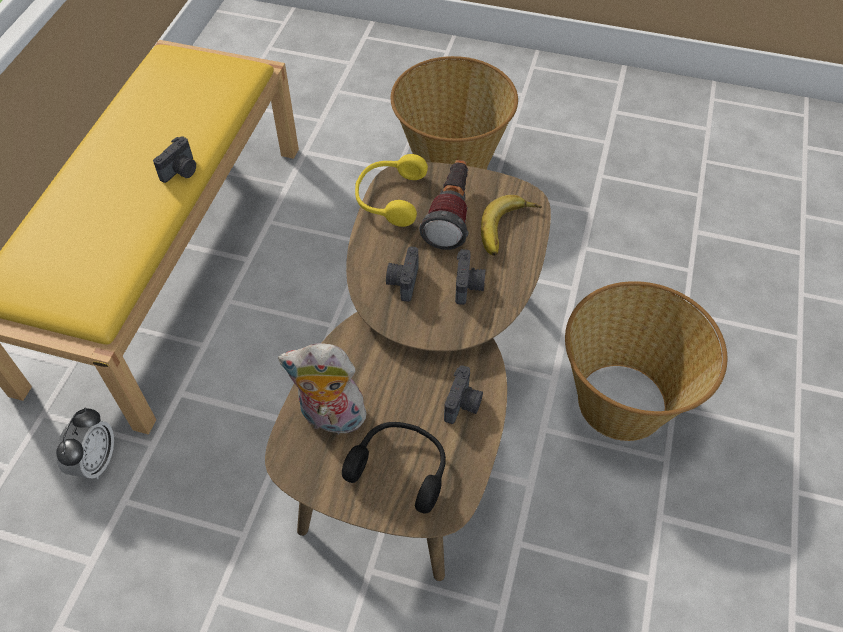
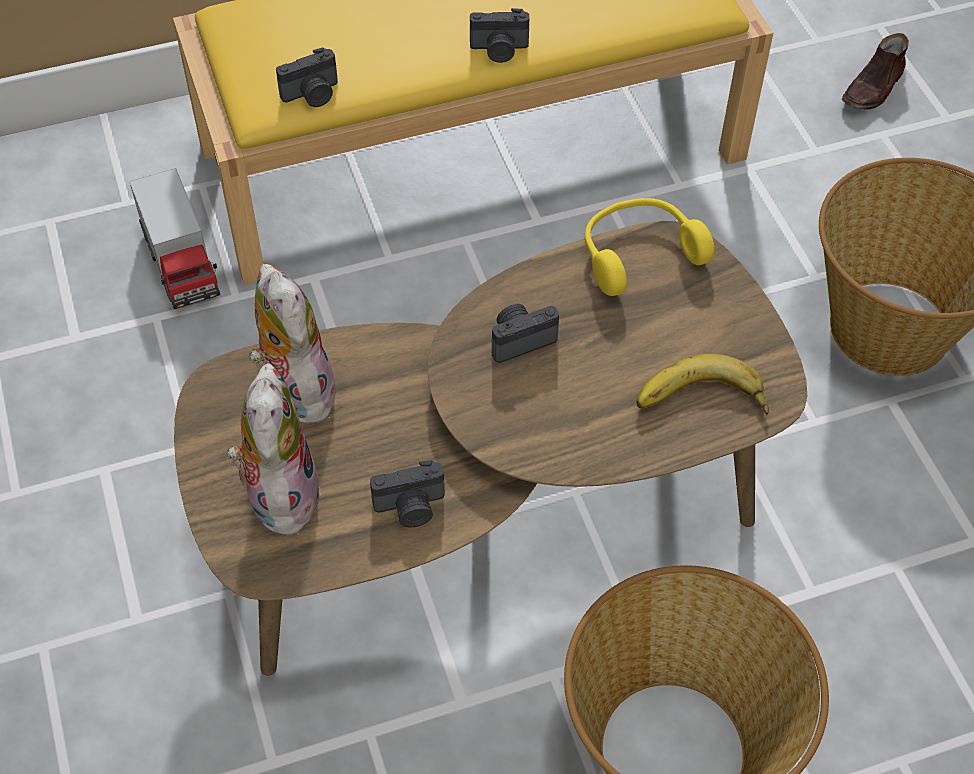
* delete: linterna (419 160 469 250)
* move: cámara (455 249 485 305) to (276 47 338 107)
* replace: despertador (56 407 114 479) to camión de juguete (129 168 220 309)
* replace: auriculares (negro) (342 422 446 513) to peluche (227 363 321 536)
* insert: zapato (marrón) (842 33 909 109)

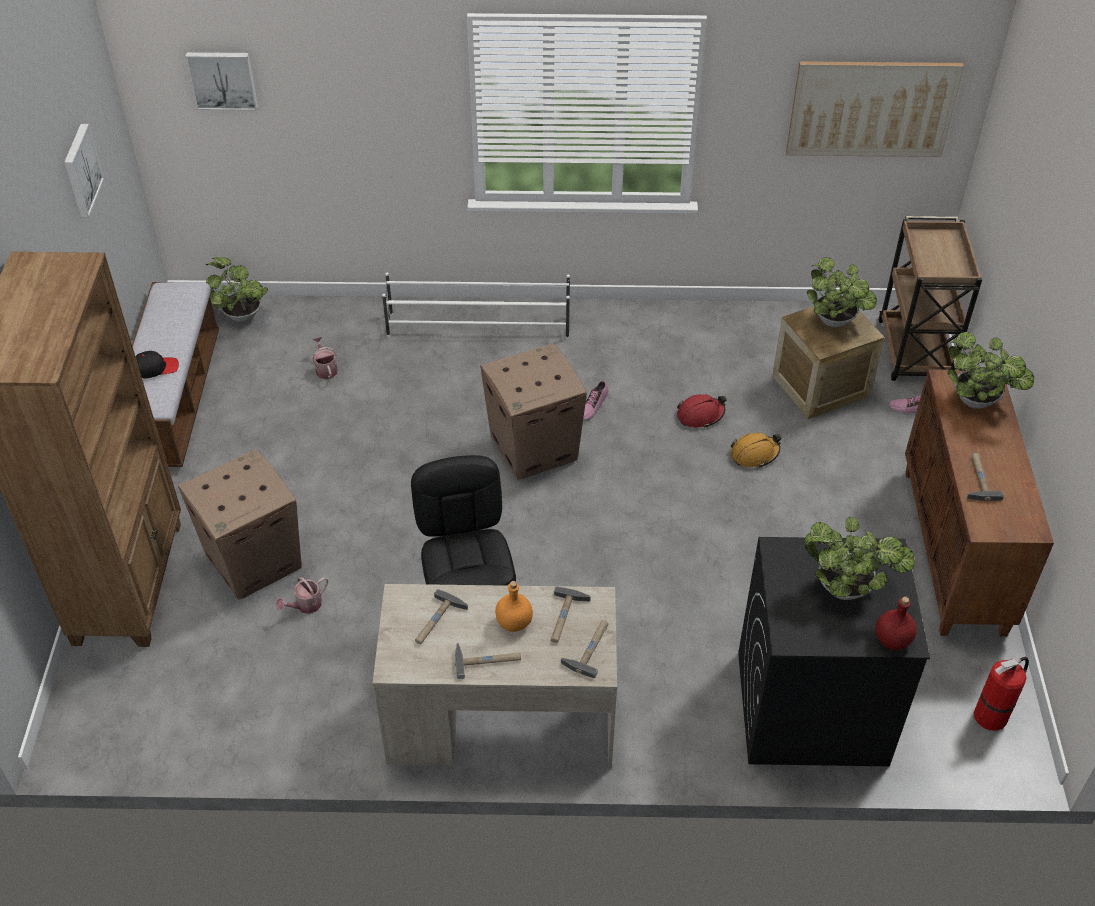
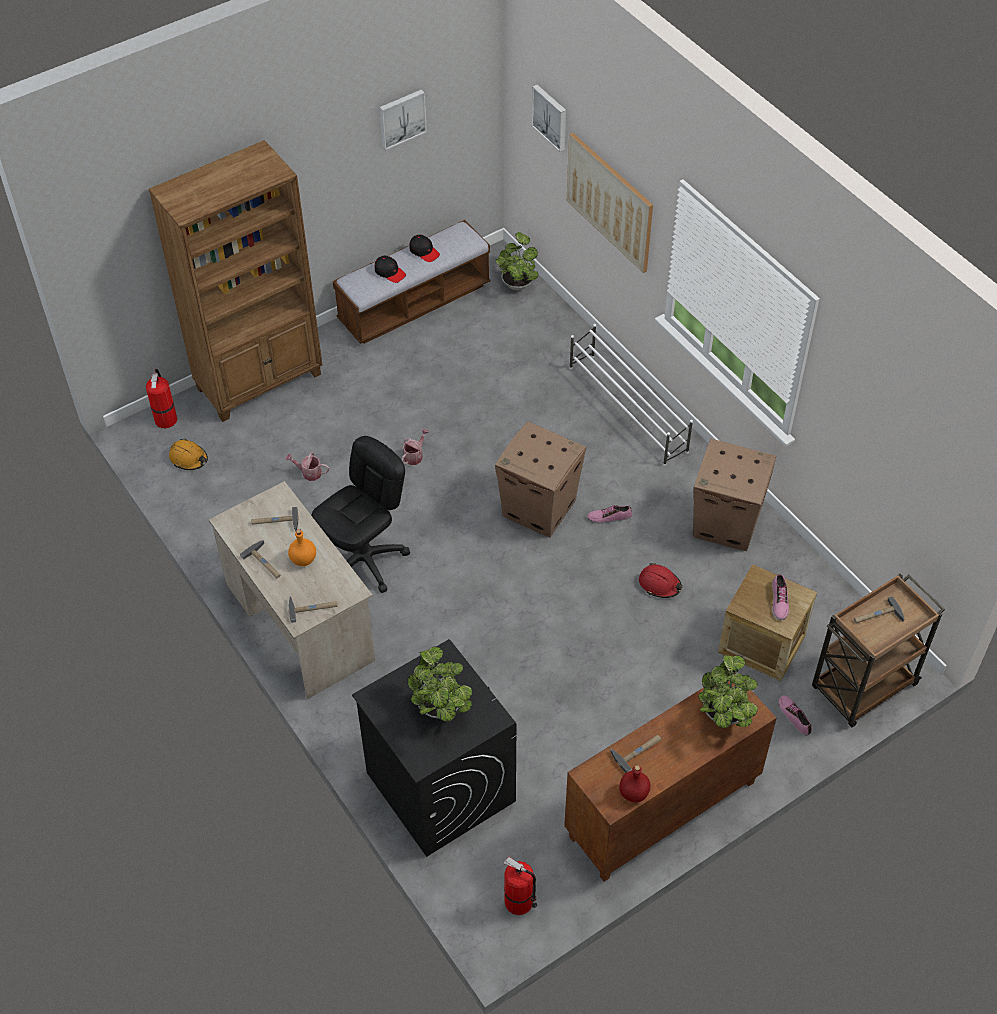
* move: cuadro (786 61 964 157) to (567 133 653 273)
* replace: planta en maceta (807 257 877 328) to zapato (772 574 789 620)
* move: regadera (312 337 338 379) to (401 429 429 465)
* move: casco (naranja) (730 433 781 468) to (169 438 208 470)
* move: caja de cartón (178 449 302 600) to (693 439 776 551)
* move: martillo (551 587 591 643) to (854 596 905 623)
* move: botella (rojo) (875 596 917 650) to (619 765 651 802)
* insert: gorra (negro) (409 235 440 262)
* insert: extintor (146 369 177 428)

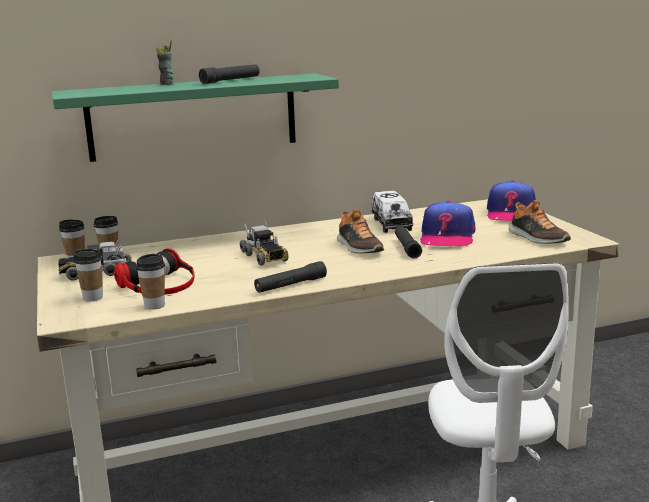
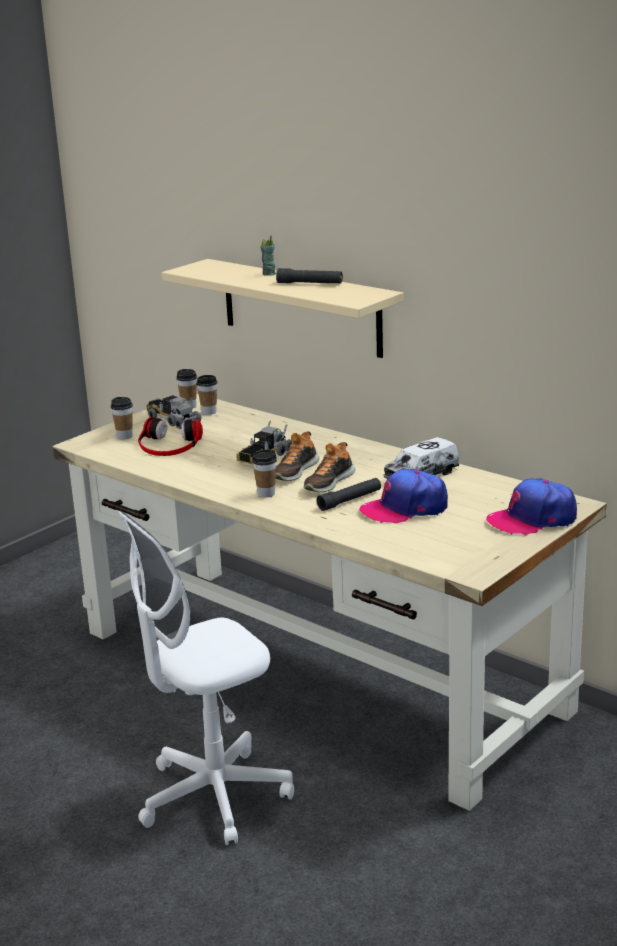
* recolor: estante (verde) (52 73 339 162) to estante (beis) (162 259 403 358)
* move: zapato (509 200 571 244) to (276 431 320 481)
* move: taza (136 254 165 310) to (252 449 277 498)
* delete: linterna (negro) (254 261 327 293)

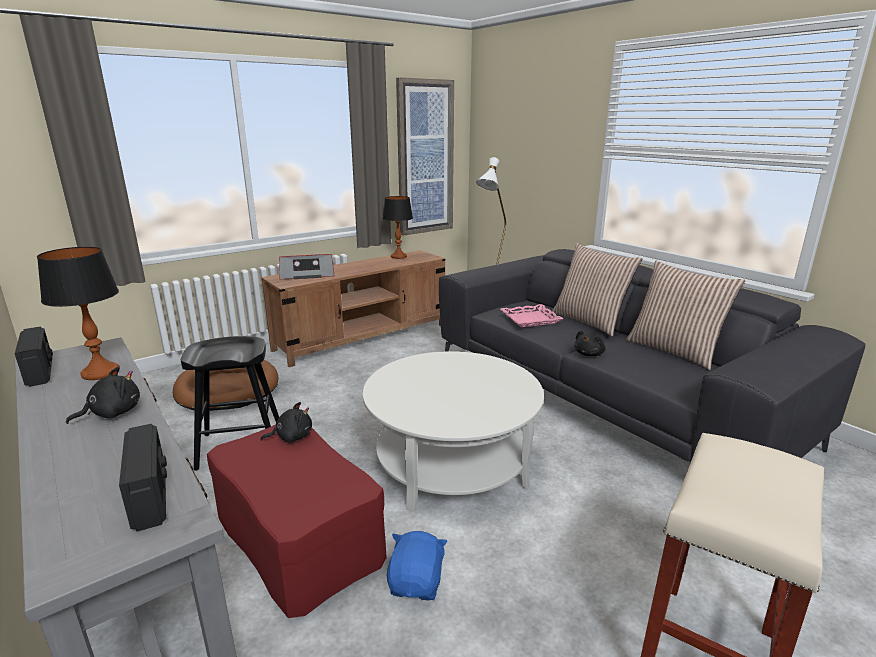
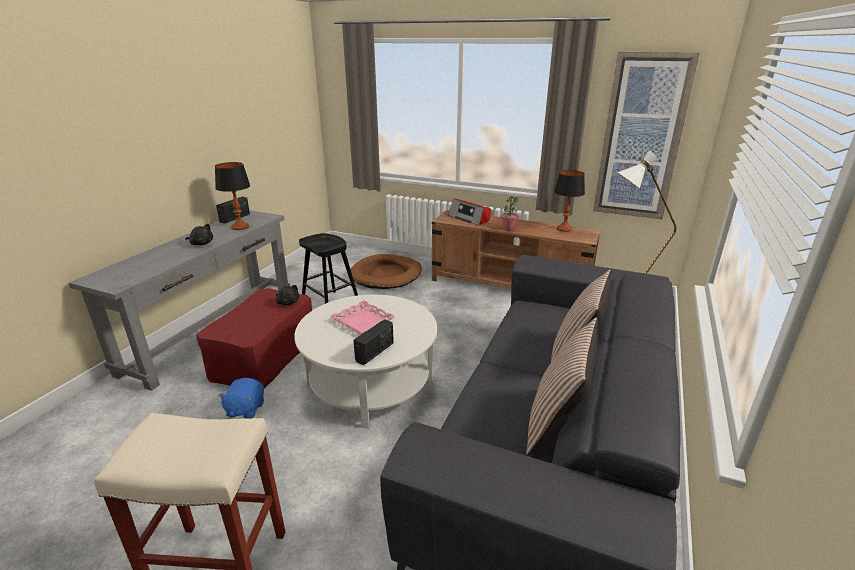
* move: bandeja (rosa) (501 304 563 328) to (330 300 395 334)
* delete: peluche (negro) (574 331 606 356)
* move: radio (119 424 167 531) to (353 320 394 365)
* rotate: peluche (azul) (387 531 448 601) = (218 378 264 419) 120 degrees clockwise
* insert: planta en maceta (501 196 519 231)

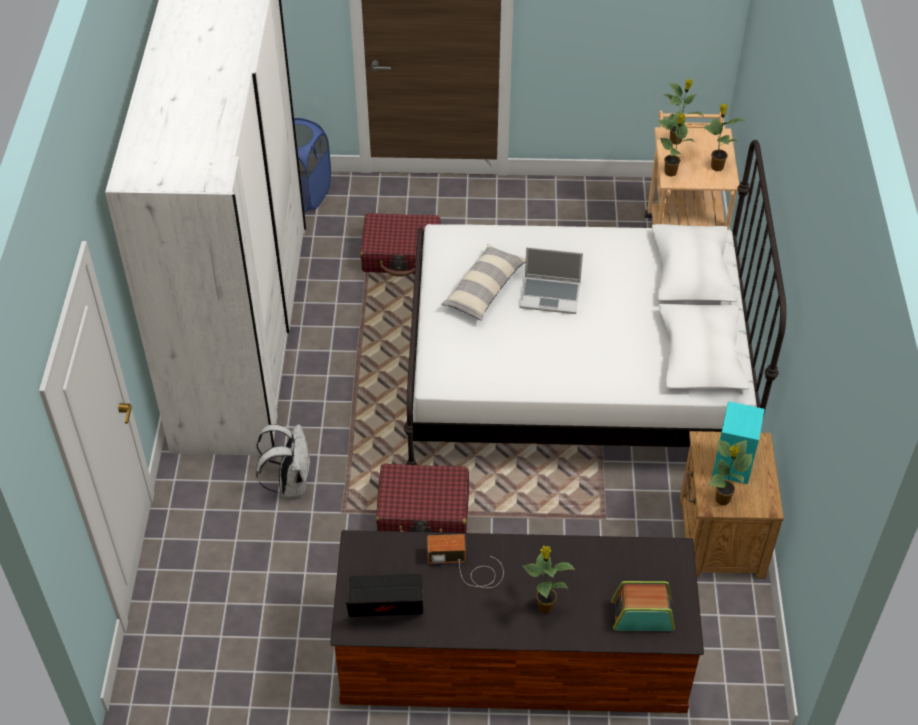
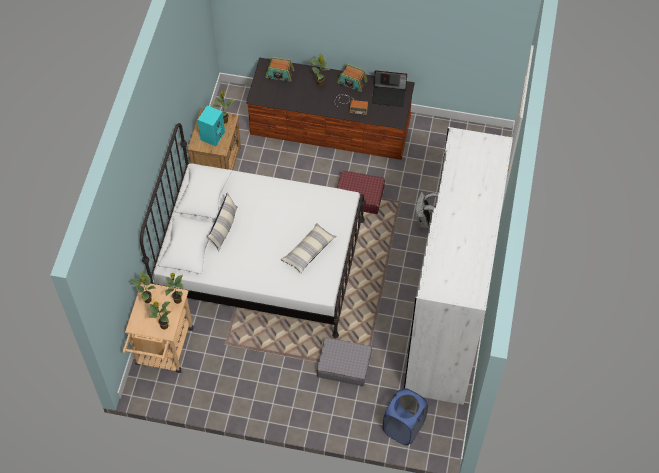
* recolor: maleta (rojo) (360 213 440 277) to maleta (gris) (317 338 372 386)
* delete: portátil (520 247 583 314)
* insert: radio (337 64 368 92)
* insert: cojín (208 192 237 252)

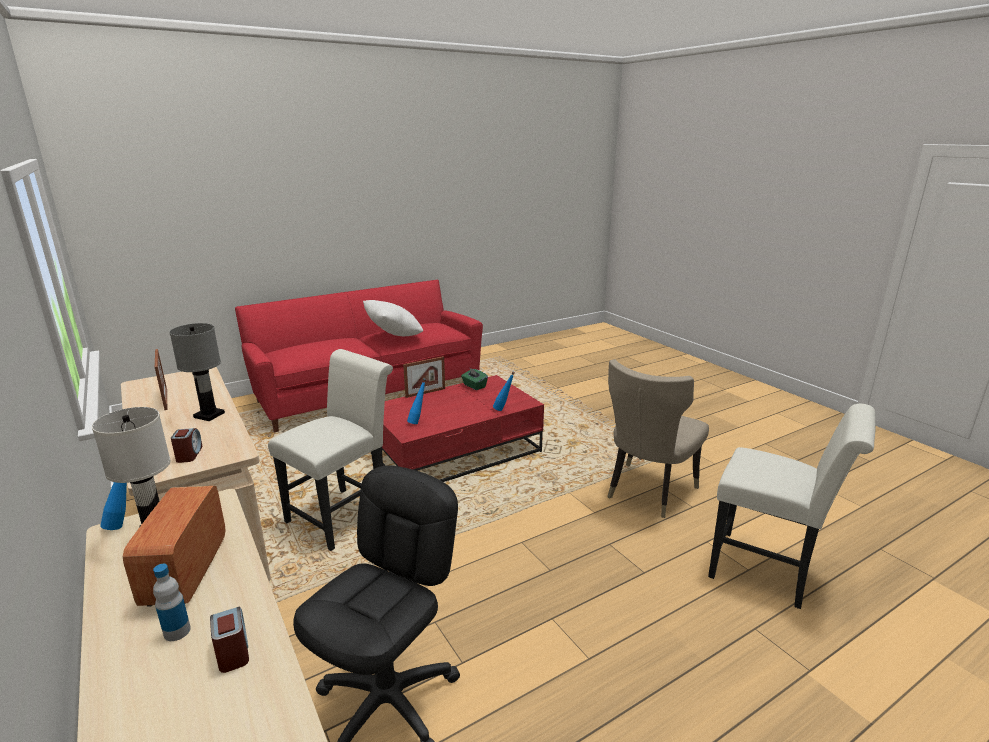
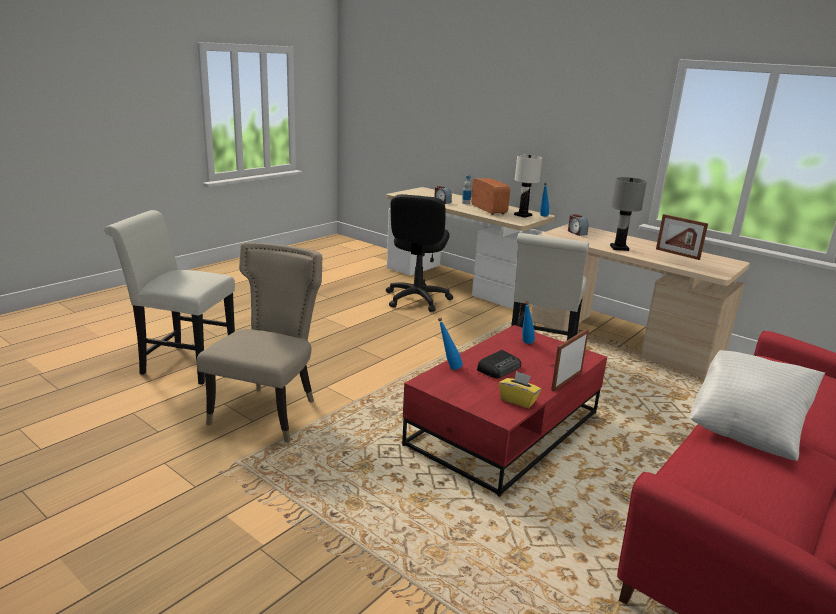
* recolor: caja de pañuelos (verde) (461 368 488 390) to caja de pañuelos (amarillo) (499 371 541 408)
* insert: radio (477 350 521 378)

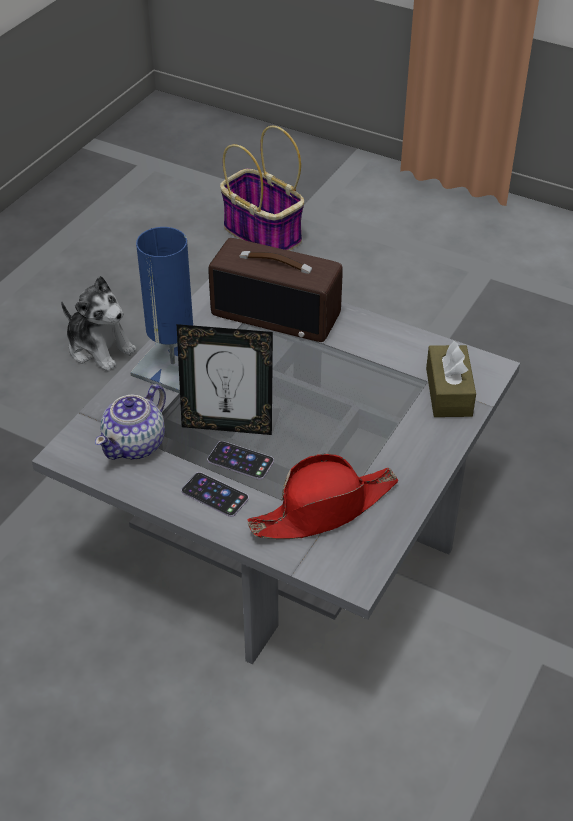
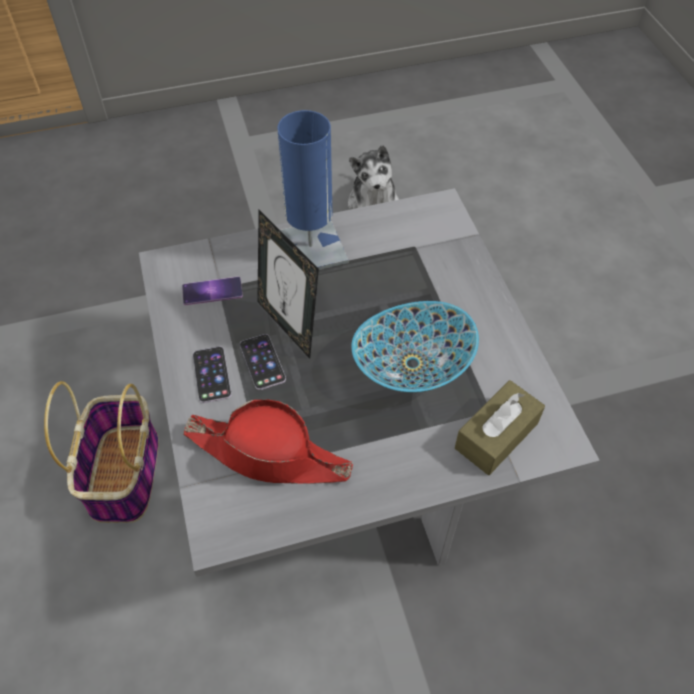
* move: cesta (220 126 304 251) to (44 381 159 523)
* delete: radio (208 238 343 342)
* replace: tetera (95 384 166 460) to móvil (182 277 243 305)
* insert: cuenco (351 301 479 393)

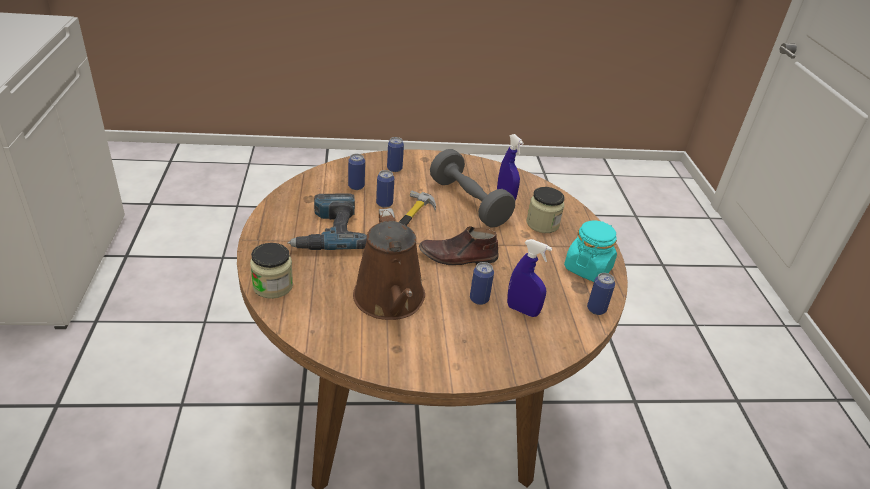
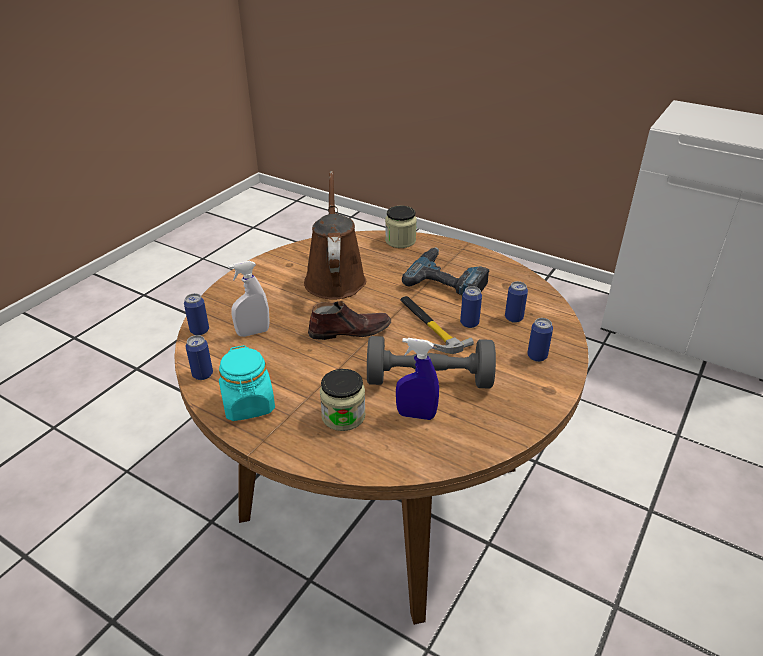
* rotate: regadera (marrón) (353 208 425 320) = (304 171 366 300) 60 degrees clockwise
* rotate: zapato (marrón) (419 226 499 265) = (308 301 391 340) 45 degrees clockwise
* recolor: pulverizador (azul) (507 239 552 317) to pulverizador (blanco) (229 261 270 337)
* move: lata (470 262 494 305) to (184 293 209 335)

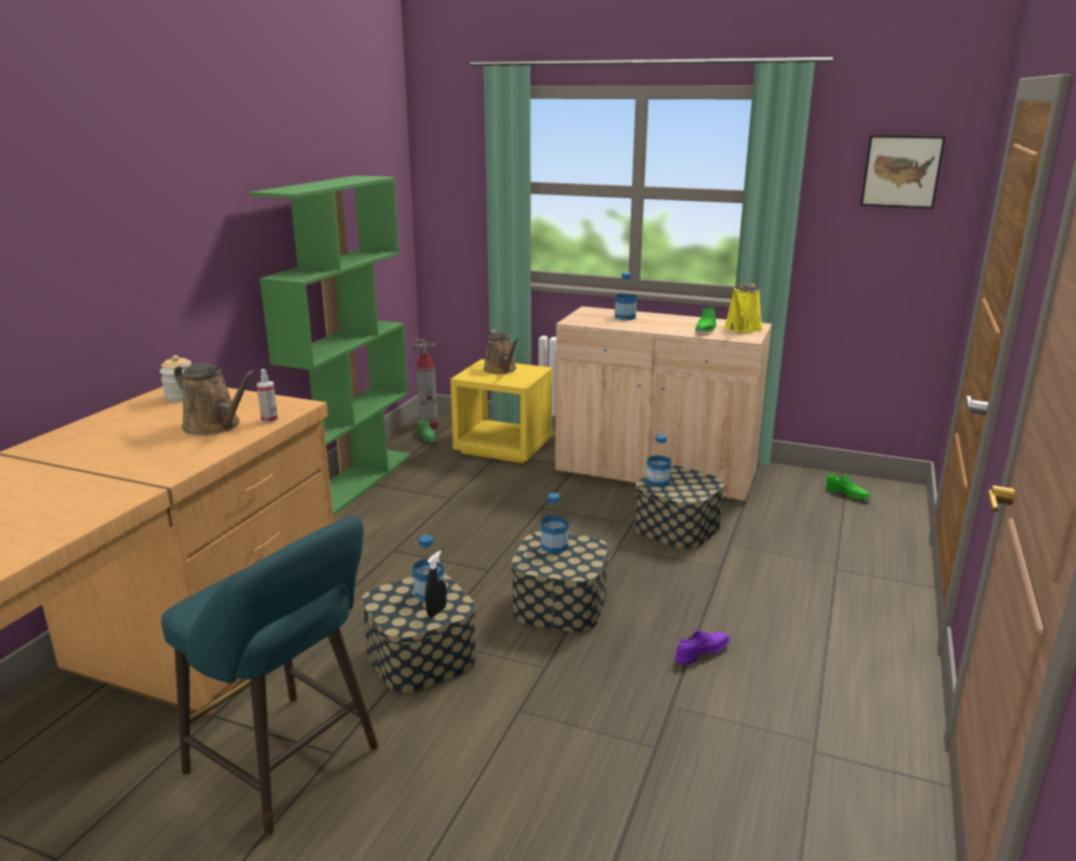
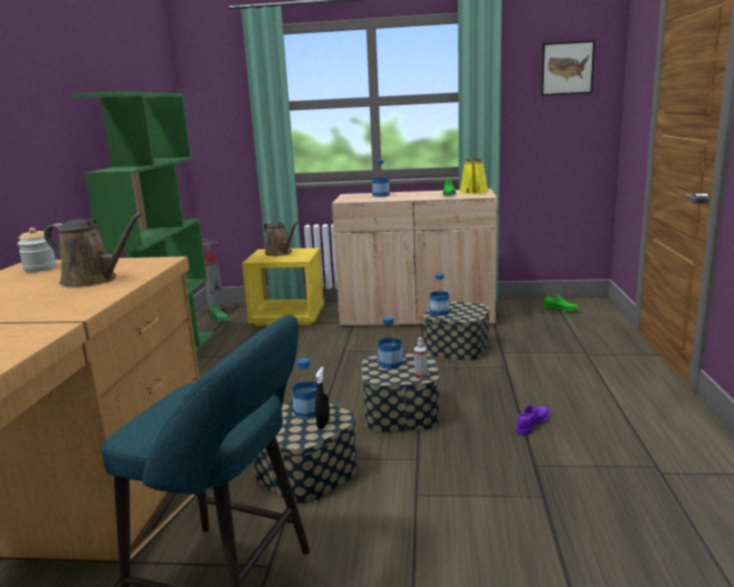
* move: pulverizador (257 369 278 423) to (414 338 427 379)

